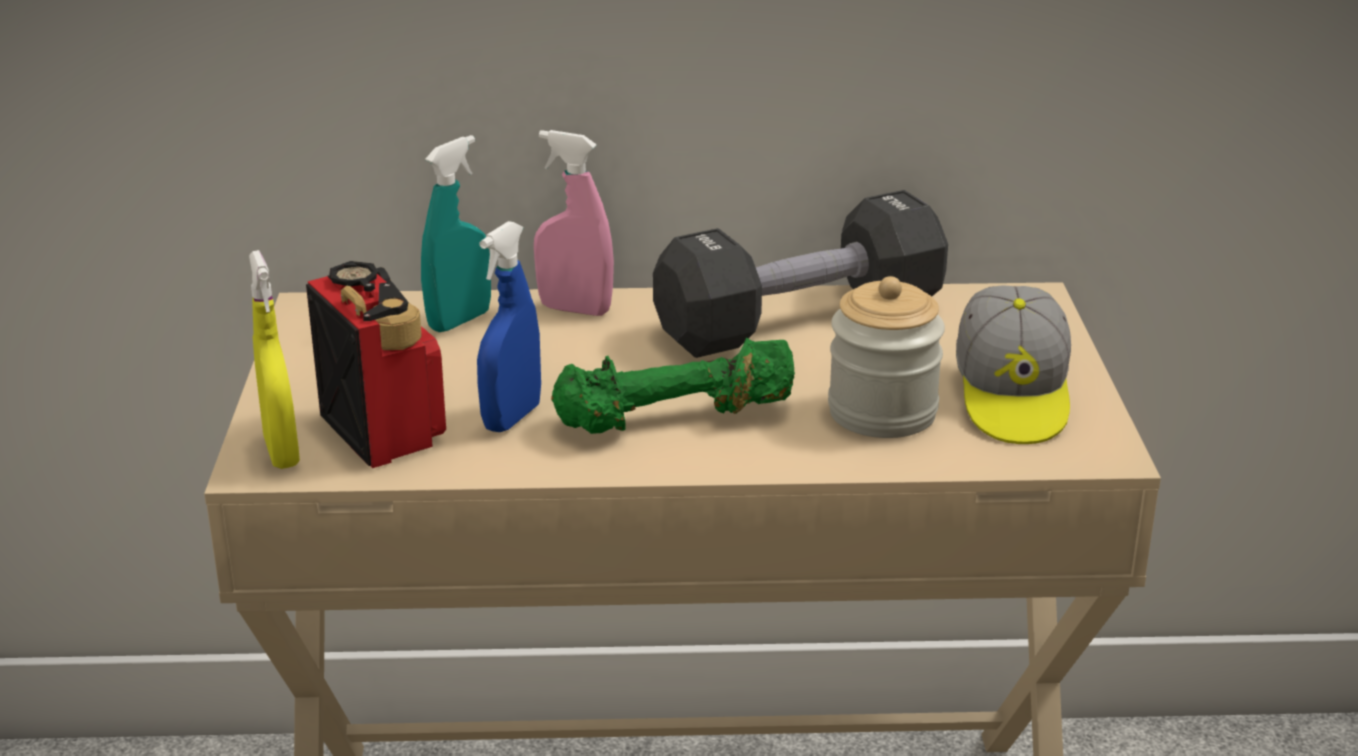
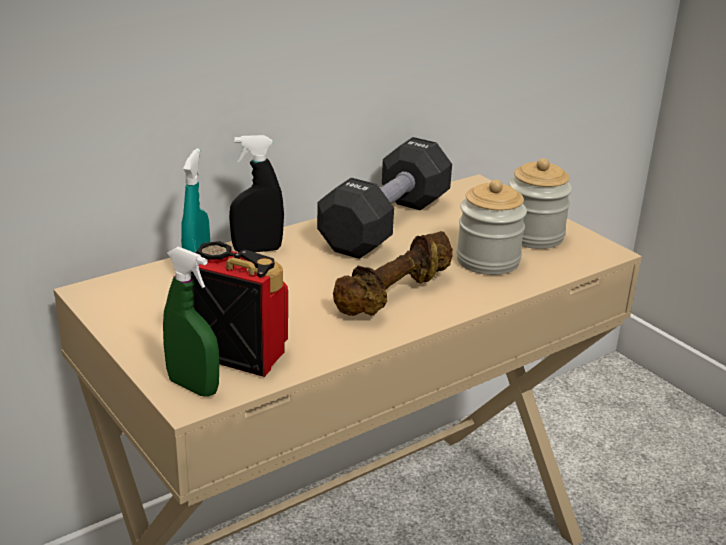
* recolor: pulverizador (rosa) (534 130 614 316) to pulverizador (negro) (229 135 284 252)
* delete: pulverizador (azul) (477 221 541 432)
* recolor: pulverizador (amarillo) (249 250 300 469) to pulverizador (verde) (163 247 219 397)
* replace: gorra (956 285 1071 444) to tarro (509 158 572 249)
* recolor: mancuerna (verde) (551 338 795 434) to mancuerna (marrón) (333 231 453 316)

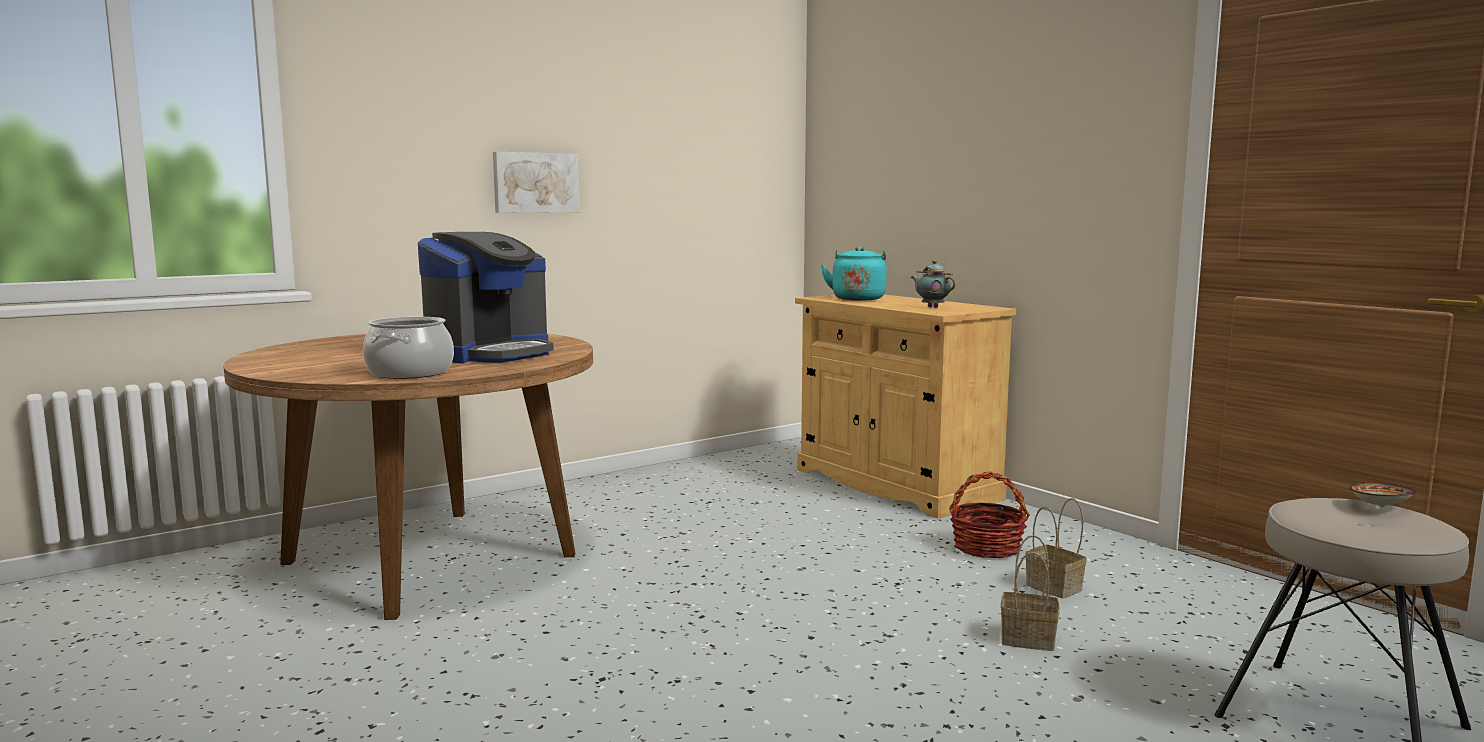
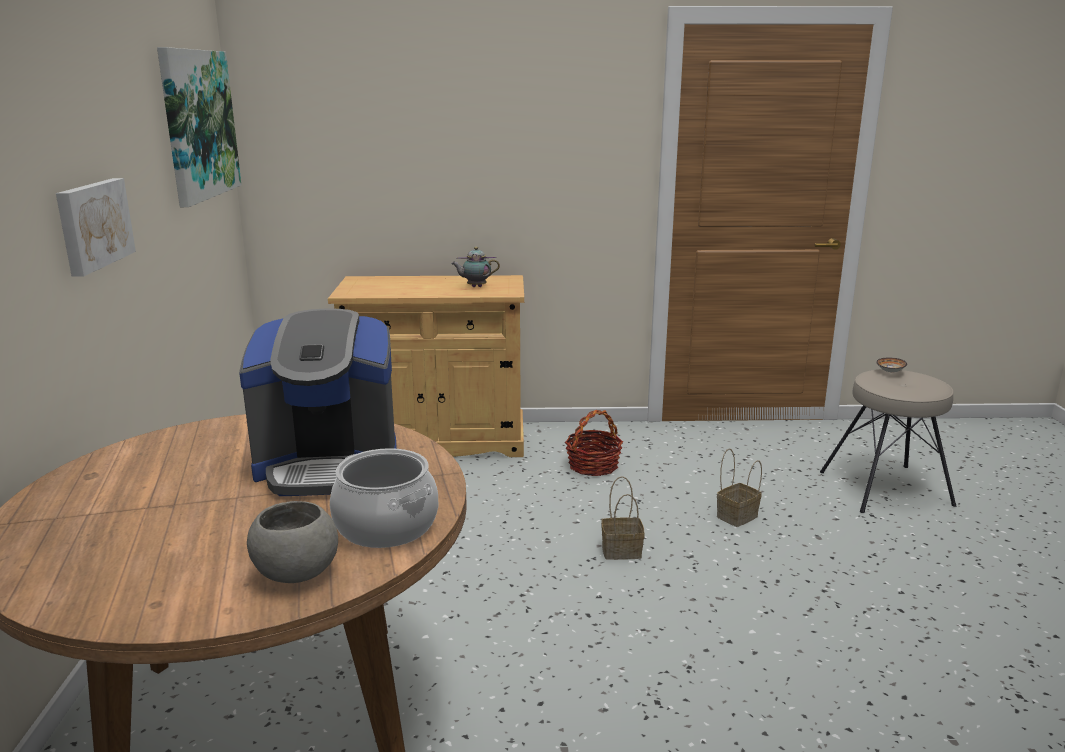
* rotate: cafetera (418 232 554 364) = (239 308 397 496) 105 degrees clockwise
* delete: hervidor (turquesa) (821 247 887 301)
* move: cesta (1026 498 1086 598) to (601 476 645 560)
* insert: cuadro (157 47 241 207)
* insert: cuenco (gris) (247 501 338 583)

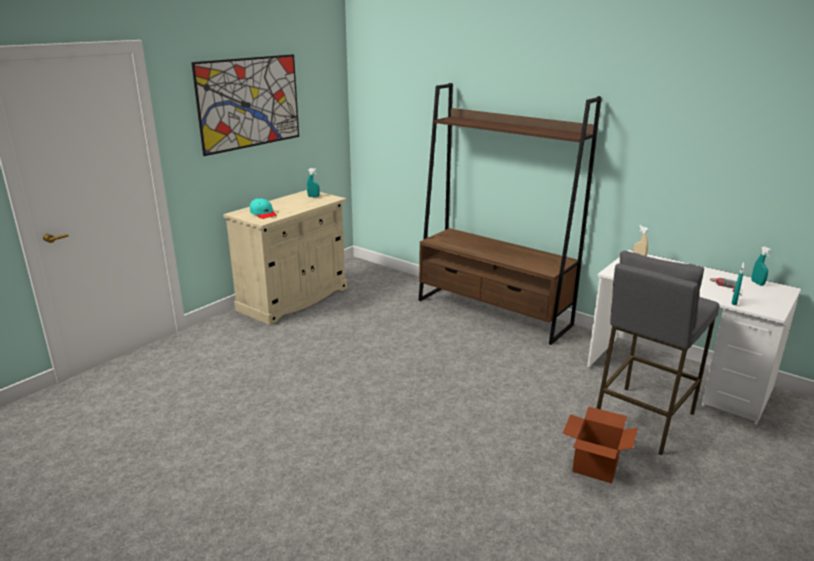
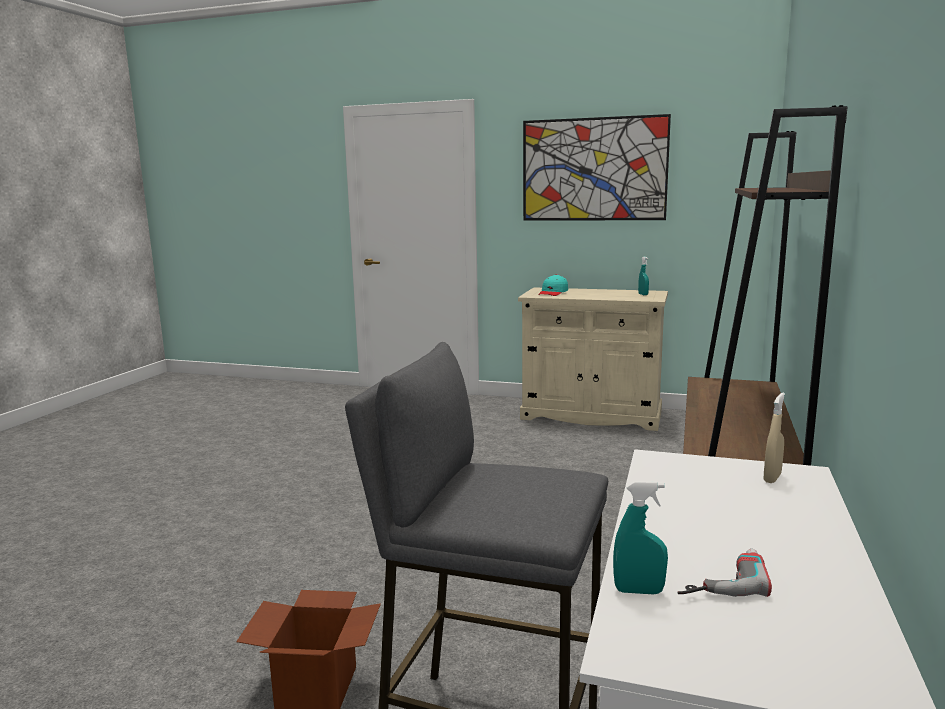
* delete: pulverizador (turquesa) (751 247 772 286)

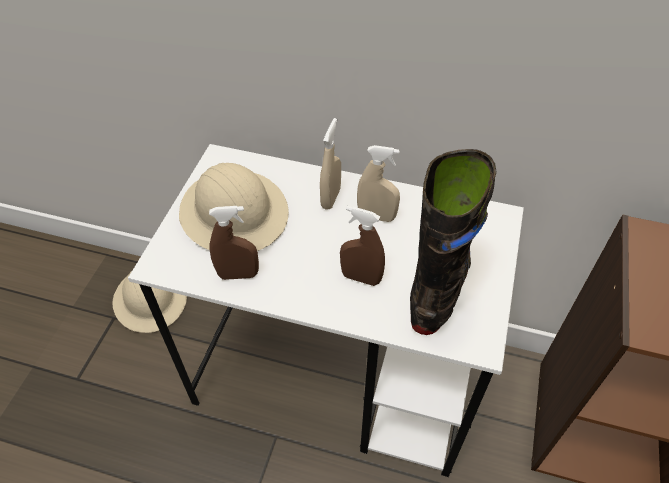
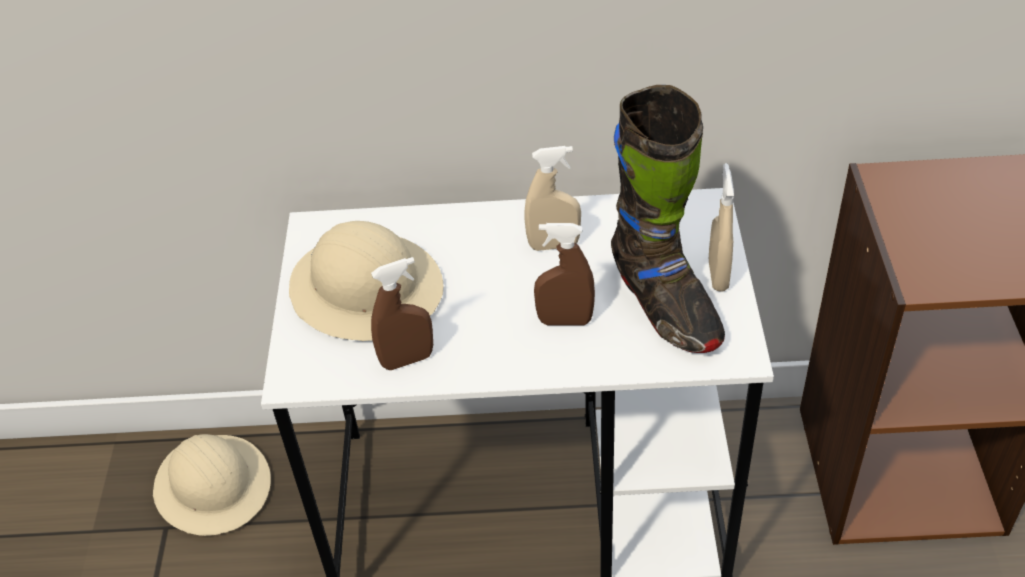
* move: pulverizador (beis) (320 118 341 210) to (709 163 734 292)
* rotate: bota (negro) (410 149 497 335) = (611 85 725 353) 150 degrees clockwise

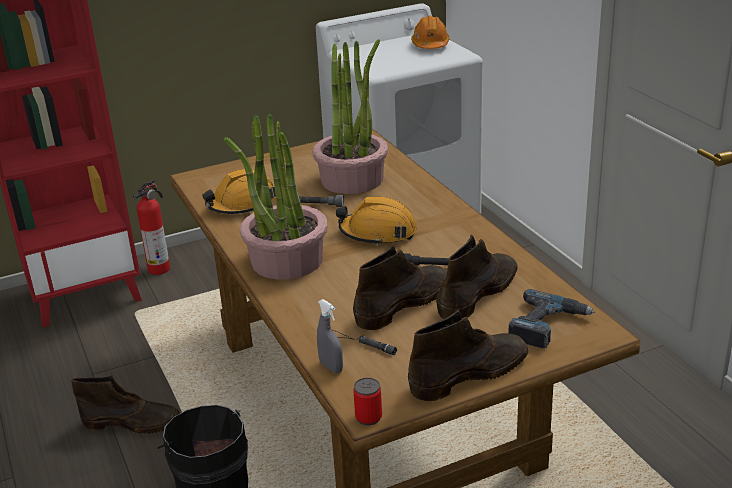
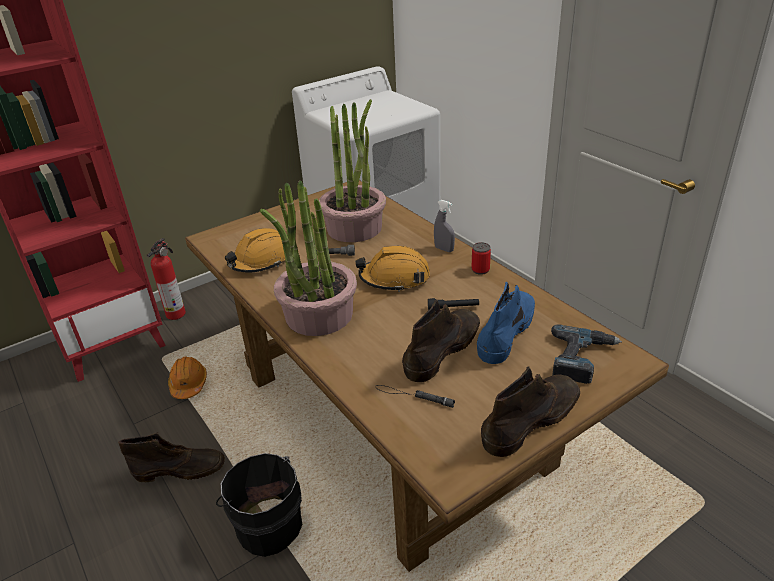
* move: casco (naranja) (411 15 450 49) to (168 357 207 399)
* recolor: bota (marrón) (436 235 518 319) to bota (azul) (477 282 535 364)
* move: pulverizador (gris) (317 299 343 373) to (434 200 455 252)
* move: lata (353 378 382 425) to (471 242 491 275)

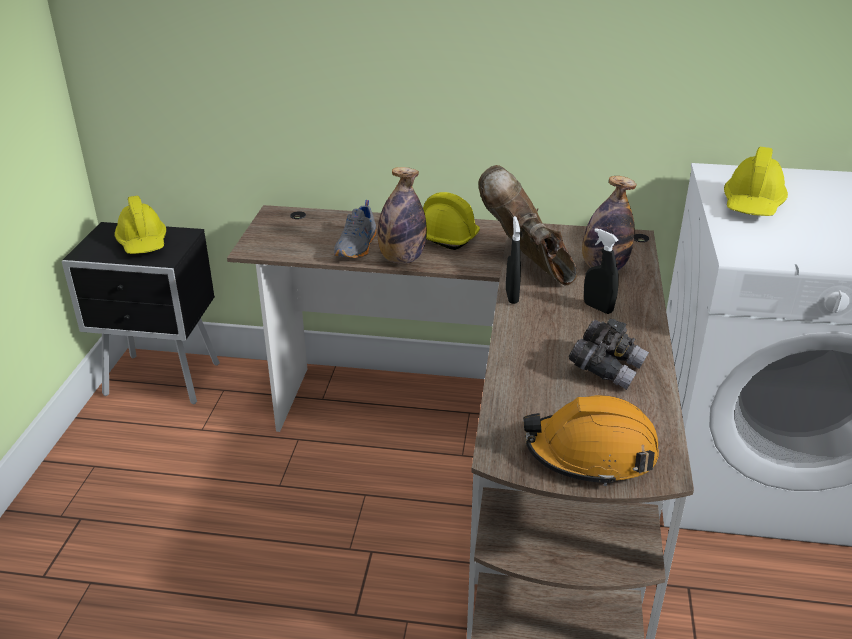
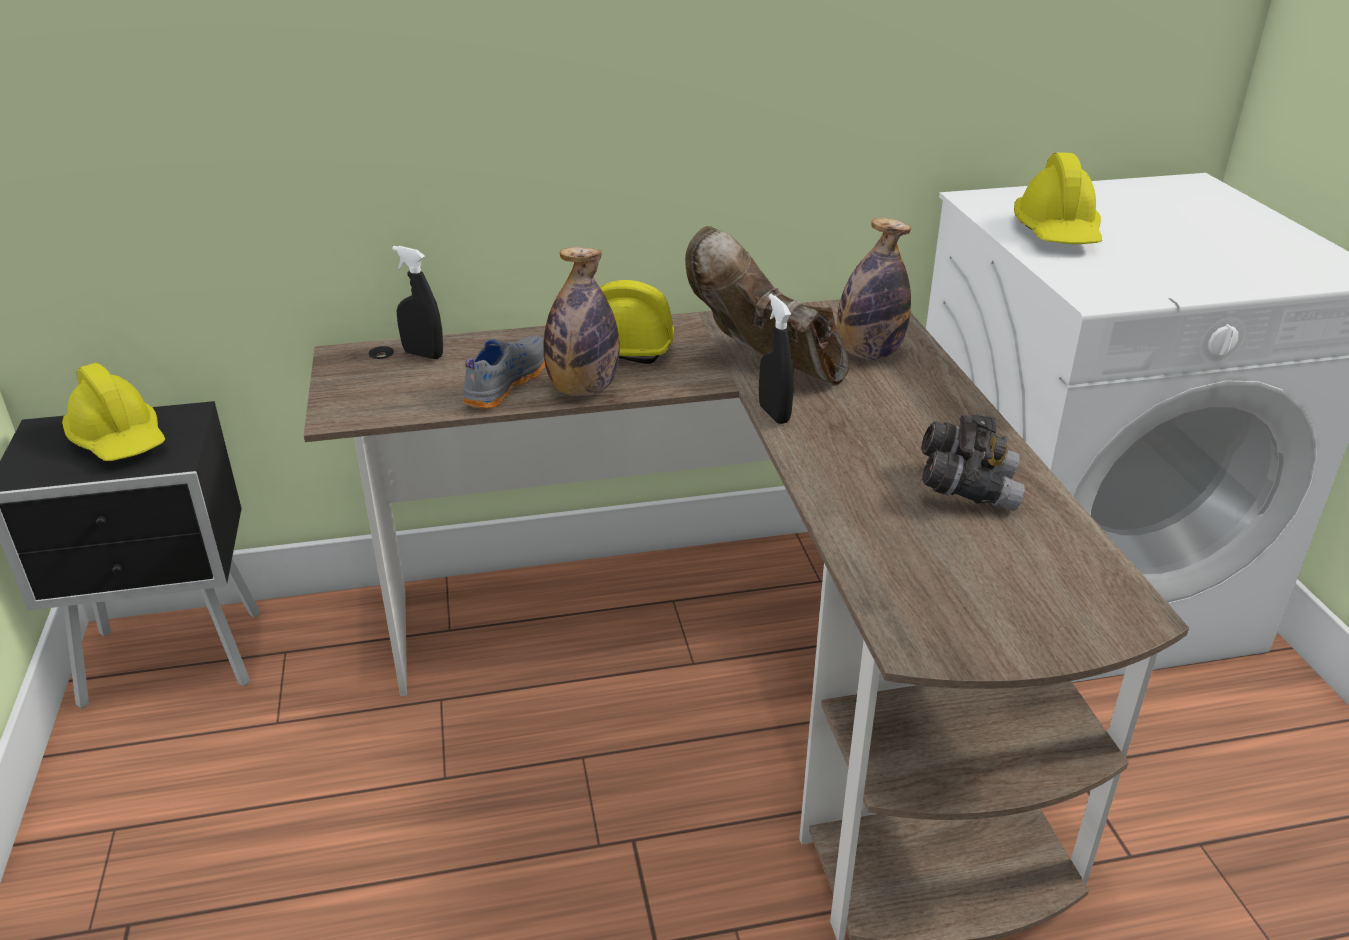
* rotate: zapato (gris) (334 200 377 258) = (463 335 545 409) 150 degrees counterclockwise
* move: pulverizador (negro) (584 228 619 314) to (392 246 443 359)
* delete: casco (naranja) (523 395 659 486)

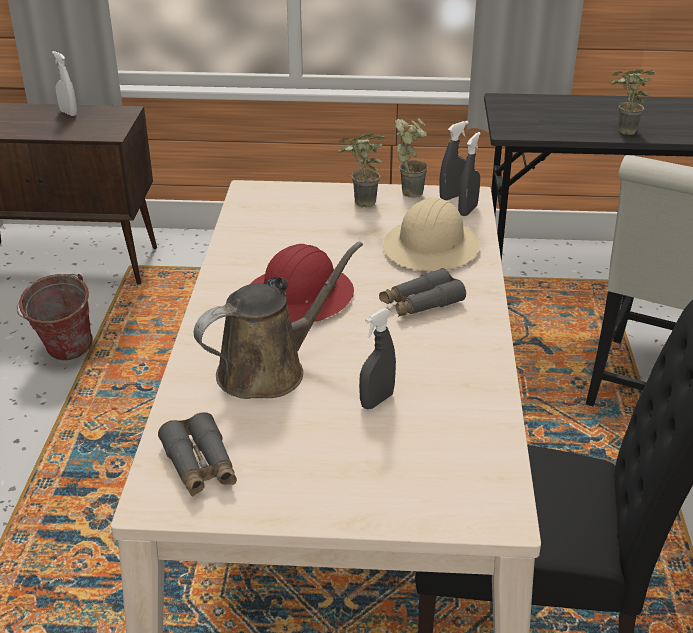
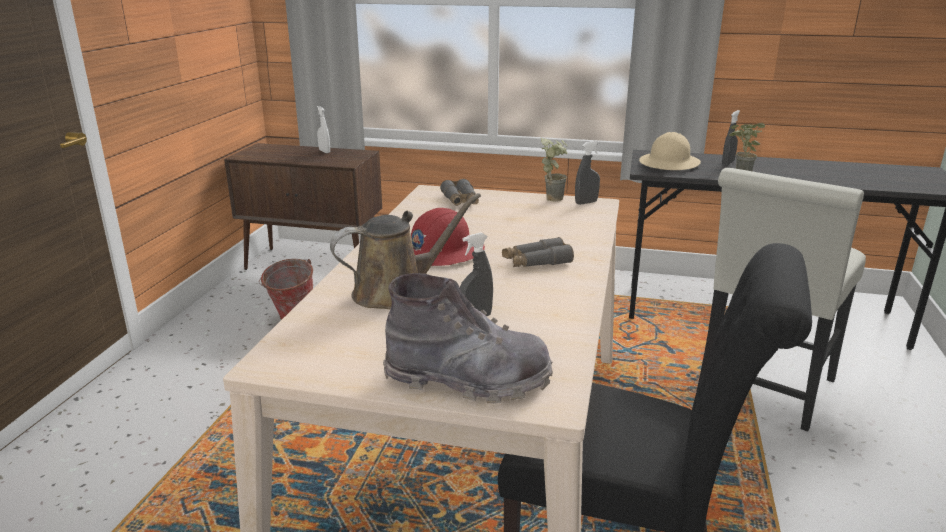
* move: pulverizador (gris) (458 132 481 216) to (722 110 740 165)
* delete: planta en maceta (338 133 385 207)
* move: casco (beis) (383 198 481 271) to (639 132 701 170)
* move: prismáticos (gris) (158 412 237 497) to (440 179 479 206)
* insert: bota (gris) (383 273 553 403)

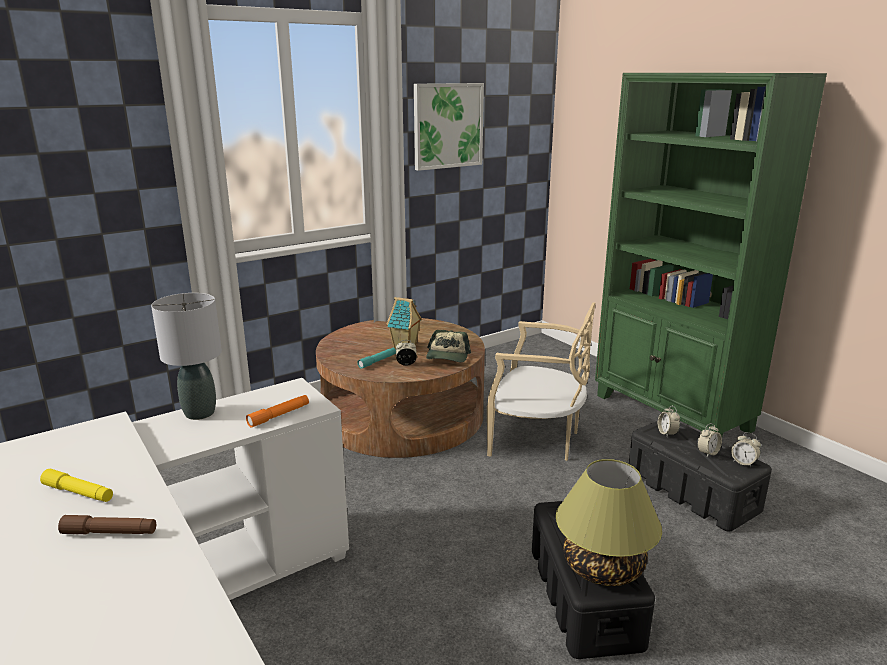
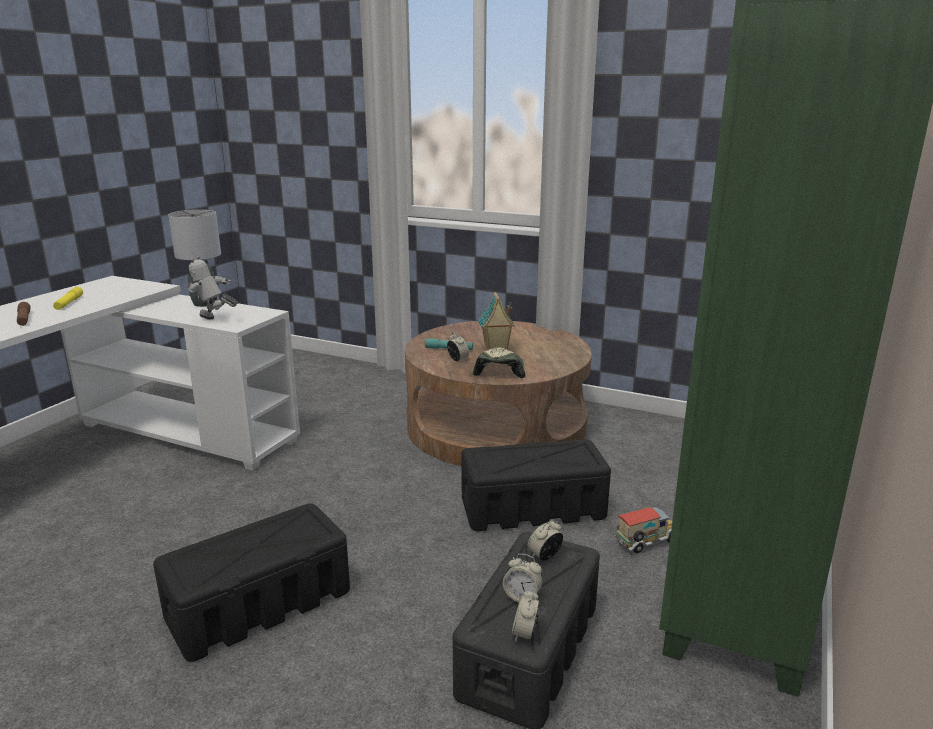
* delete: cuadro (414 83 484 171)
* replace: silla (beis) (487 302 595 461) to caja de almacenaje (negro) (462 439 611 531)
* rotate: gorra (426 330 471 363) = (473 347 526 378) 120 degrees clockwise
* replace: linterna (naranja) (246 395 309 428) to robot de juguete (187 256 238 320)
* delete: lámpara de mesa (556 459 662 586)
* insert: camión de juguete (615 507 672 553)

